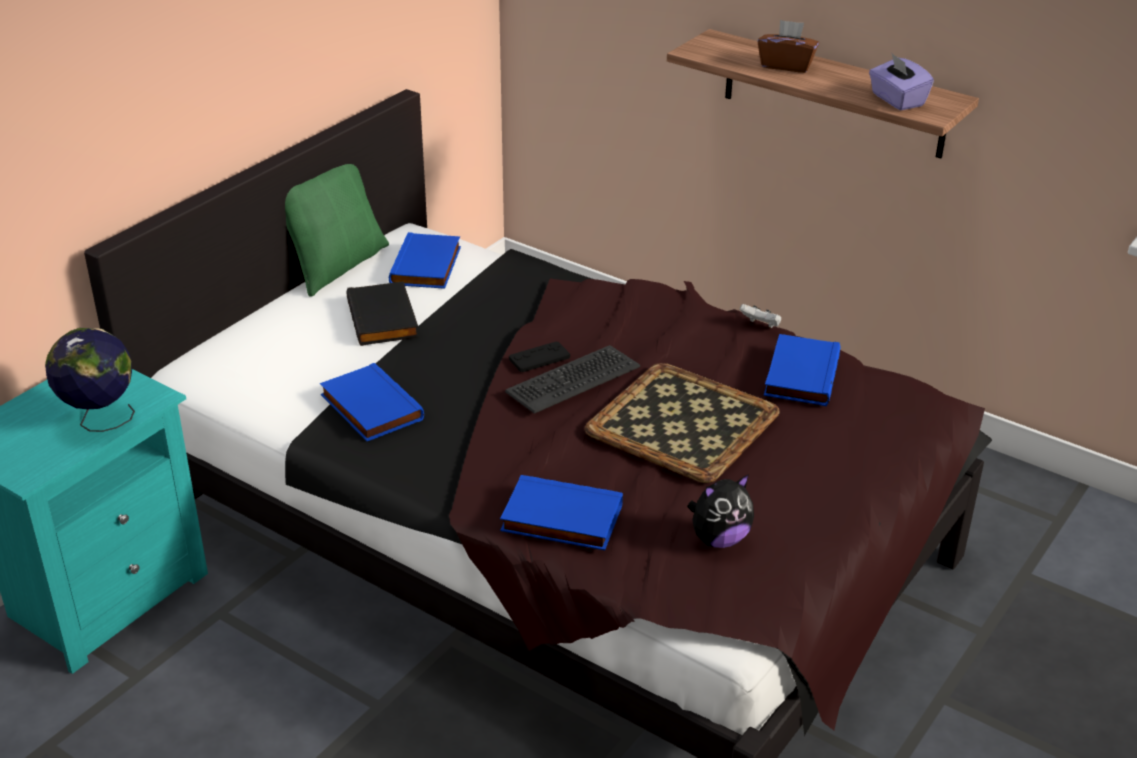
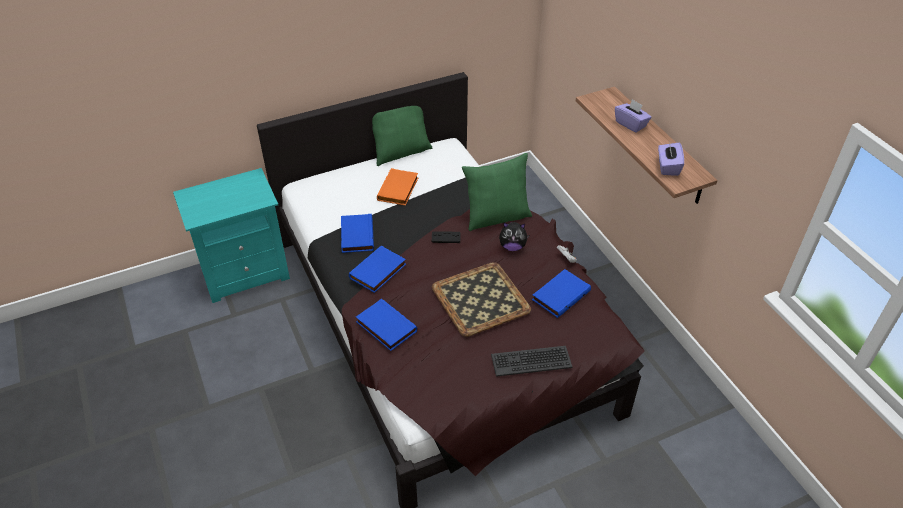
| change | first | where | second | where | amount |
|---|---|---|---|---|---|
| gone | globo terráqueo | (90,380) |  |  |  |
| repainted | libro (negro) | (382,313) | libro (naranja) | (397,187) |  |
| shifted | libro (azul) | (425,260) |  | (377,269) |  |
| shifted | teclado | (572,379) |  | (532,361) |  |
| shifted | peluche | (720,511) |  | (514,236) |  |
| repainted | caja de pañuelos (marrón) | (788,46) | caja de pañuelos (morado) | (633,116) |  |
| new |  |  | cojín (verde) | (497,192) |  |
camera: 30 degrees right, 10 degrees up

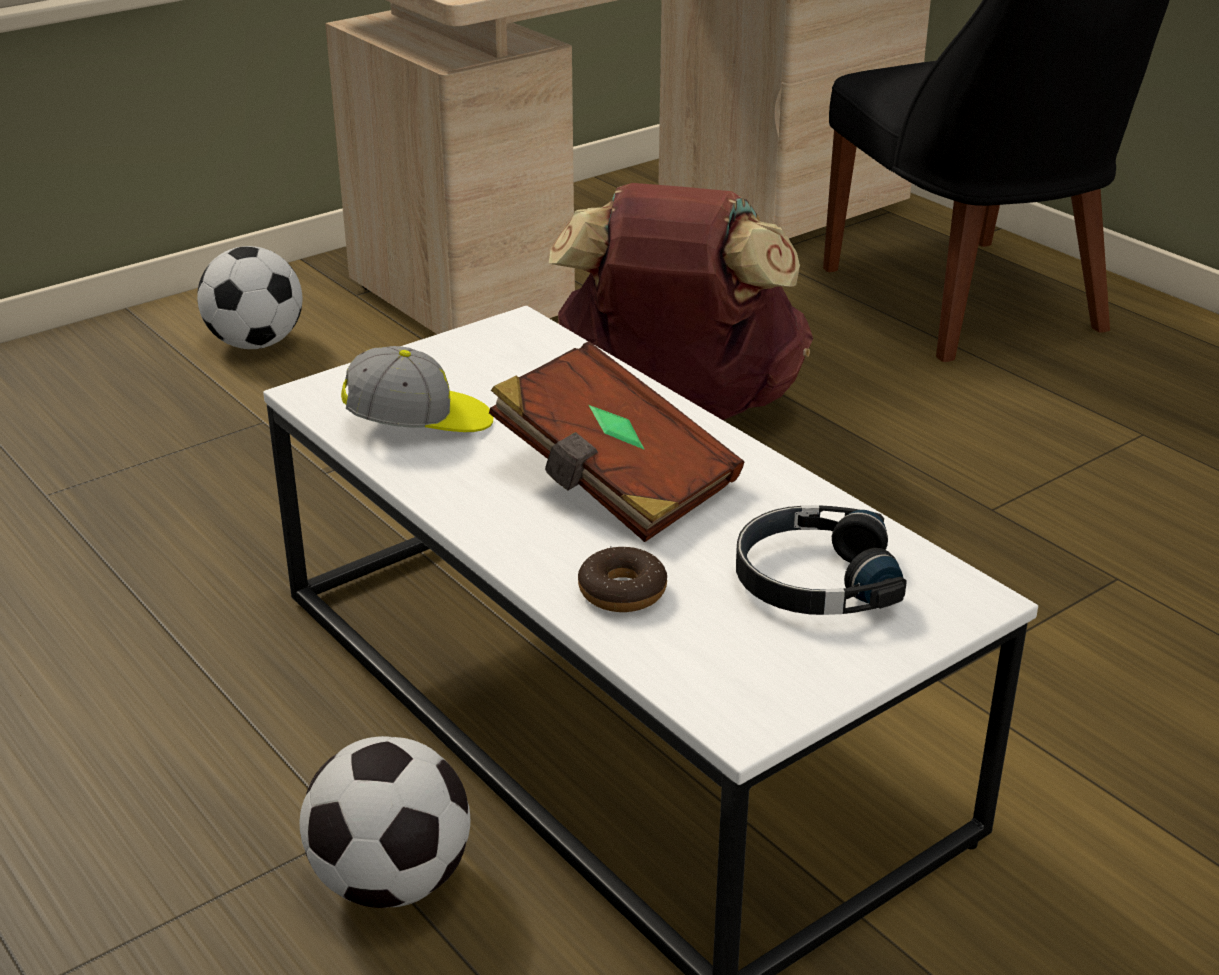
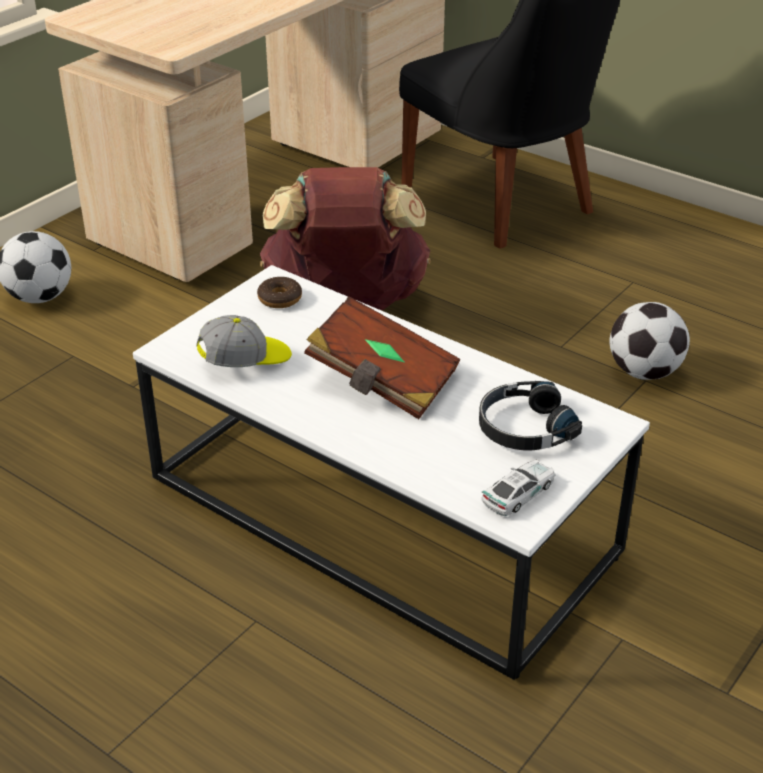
| change | first | where | second | where | amount |
|---|---|---|---|---|---|
| shifted | balón de fútbol | (385,822) |  | (649,341) |  |
| shifted | rosquilla | (622,579) |  | (279,292) |  |
| new |  |  | coche de juguete | (518,488) |  |
camera: 15 degrees left, 5 degrees up

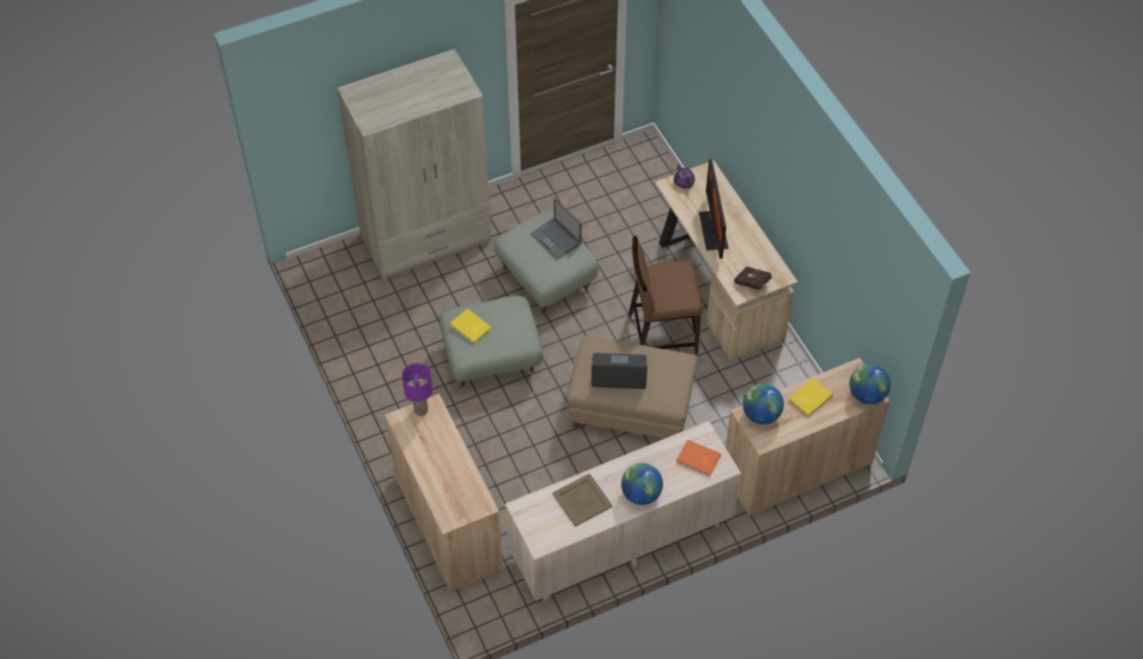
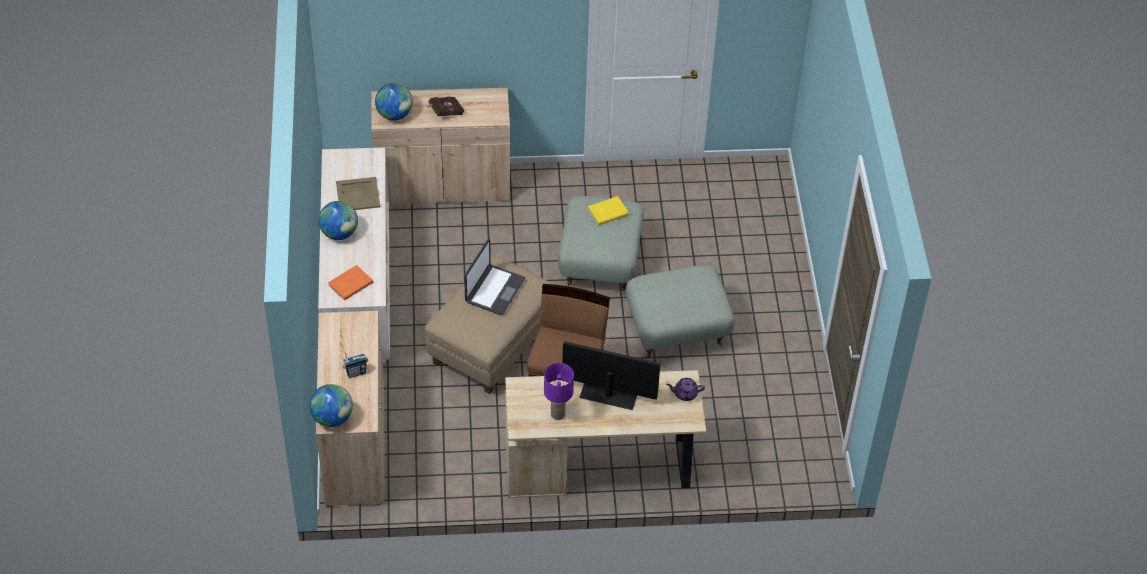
| change | first | where | second | where | amount |
|---|---|---|---|---|---|
| gone | armario ropero (beis) | (414,164) |  |  |  |
| shifted | lámpara de mesa (morado) | (417,389) |  | (559,391) |  |
| gone | portátil | (556,228) |  |  |  |
| shifted | libro (rojo) | (753,278) |  | (446,106) |  |
| shifted | globo terráqueo | (763,404) |  | (394,102) |  |
| swapped | libro (amarillo) | (810,397) | radio | (355,365) |  |
camera: 110 degrees right, 5 degrees down

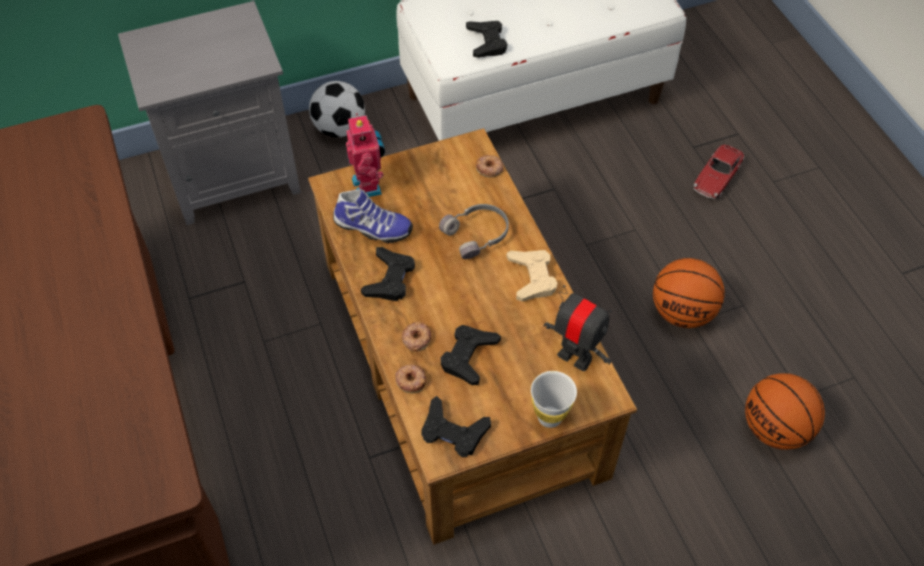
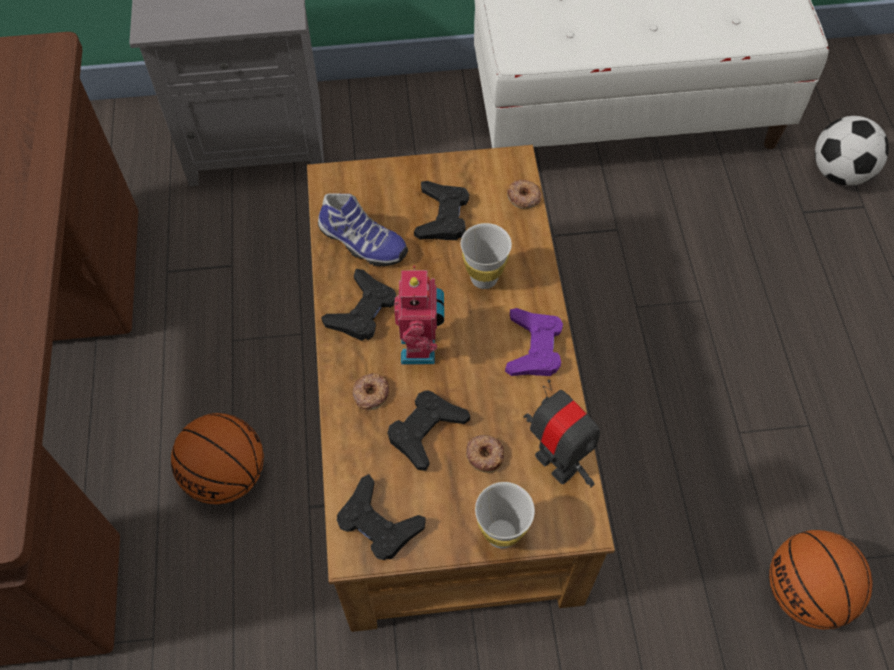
| change | first | where | second | where | amount |
|---|---|---|---|---|---|
| shifted | balón de fútbol | (337,109) |  | (852,151) |  |
| shifted | robot de juguete | (365,155) |  | (419,315) |  |
| shifted | rosquilla | (411,379) |  | (485,454) |  |
| swapped | auriculares (gris) | (474,231) | taza (blanco) | (486,256) |  |
| shifted | mando de consola (negro) | (486,39) |  | (441,210) |  |
| repainted | mando de consola (beis) | (531,275) | mando de consola (morado) | (534,342) |  |
| shifted | balón de baloncesto | (689,293) |  | (217,458) |  |
| gone | coche de juguete | (719,171) |  |  |  |
camera: 15 degrees right, 5 degrees up

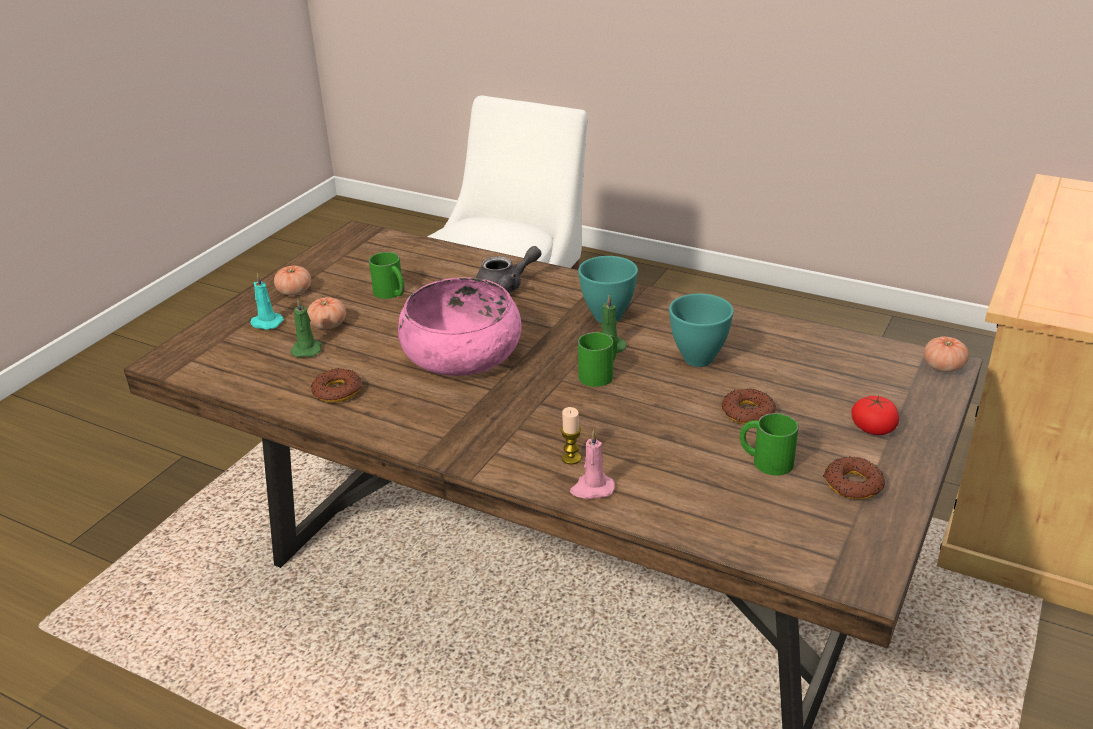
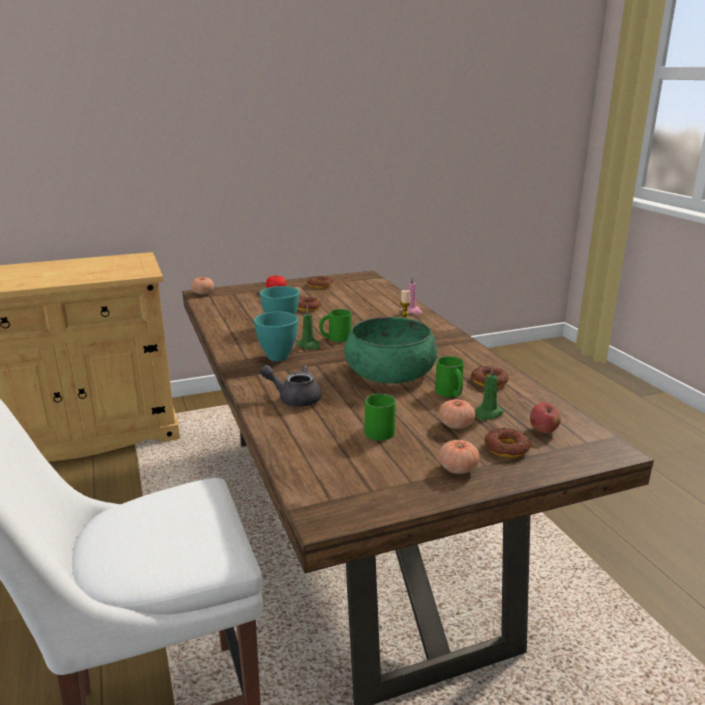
| change | first | where | second | where | amount |
|---|---|---|---|---|---|
| swapped | vela (turquesa) | (267,301) | rosquilla | (508,443) |  |
| repainted | cuenco (rosa) | (459,326) | cuenco (verde) | (390,350) |  |
| shifted | taza grande (verde) | (769,444) |  | (449,376) |  |
| new |  |  | manzana | (545,417) |  |
camera: 140 degrees left, 10 degrees down

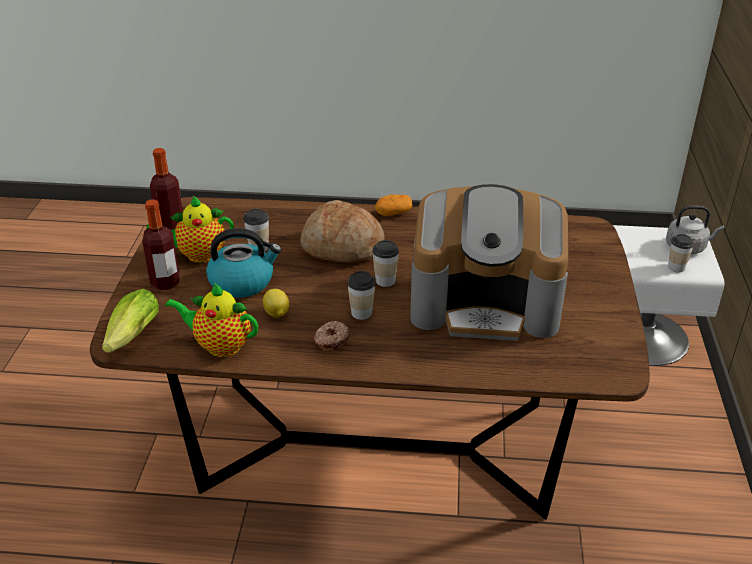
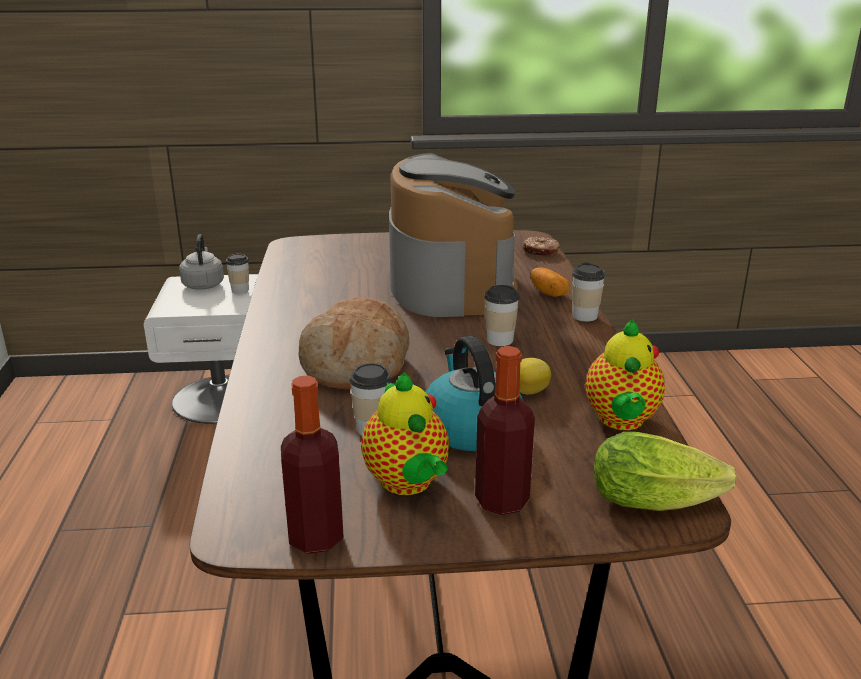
| change | first | where | second | where | amount |
|---|---|---|---|---|---|
| shifted | rosquilla | (332,336) |  | (541,246) |  |
| shifted | taza | (385,263) |  | (588,292) |  |
| shifted | patata | (393,205) |  | (550,282) |  |
camera: 100 degrees left, 10 degrees down

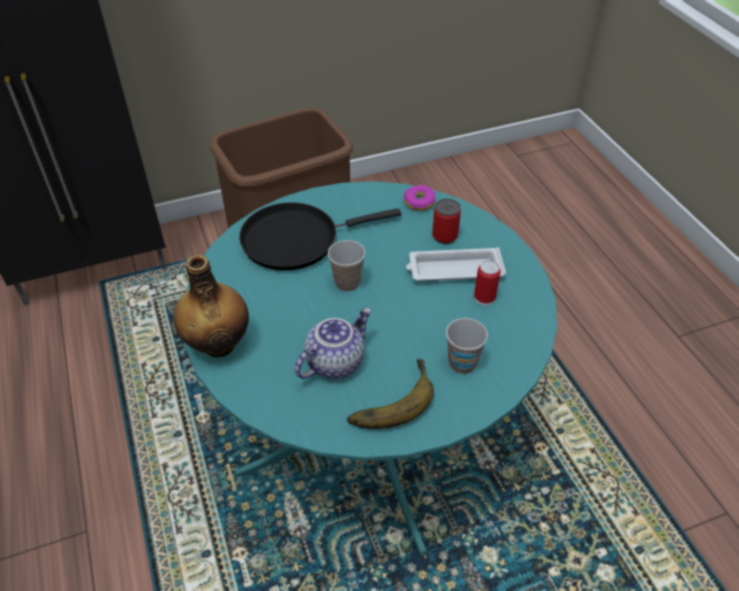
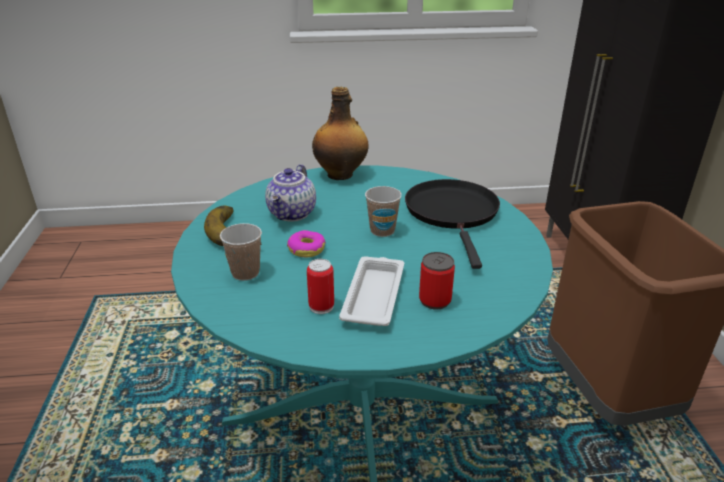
| change | first | where | second | where | amount |
|---|---|---|---|---|---|
| rotated | tetera | (333,343) |  | (290,193) | 45 degrees clockwise |
| shifted | rosquilla | (420,198) |  | (306,243) |  |
camera: 105 degrees right, 15 degrees down

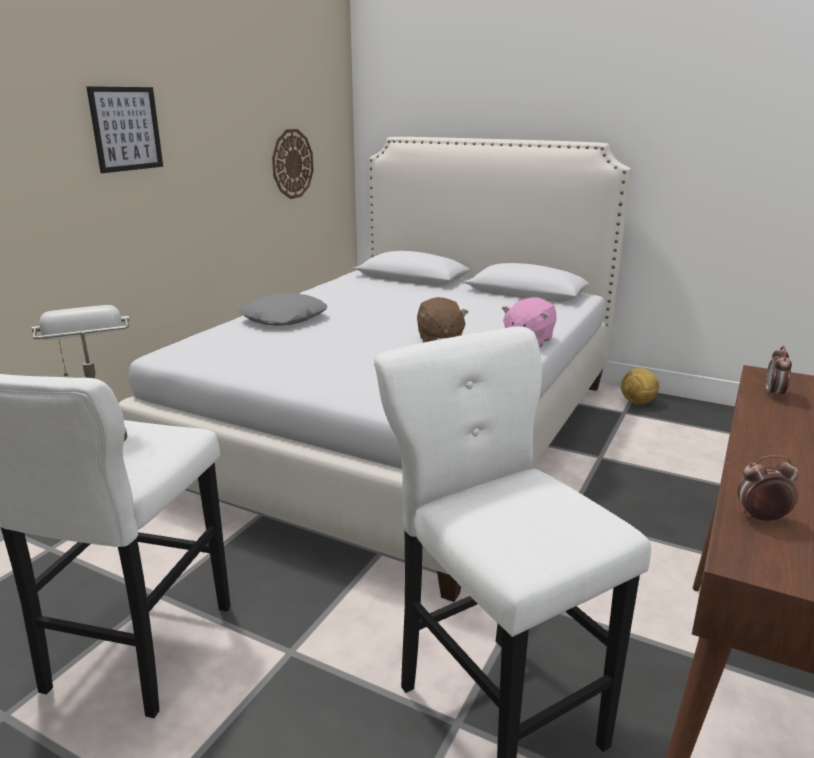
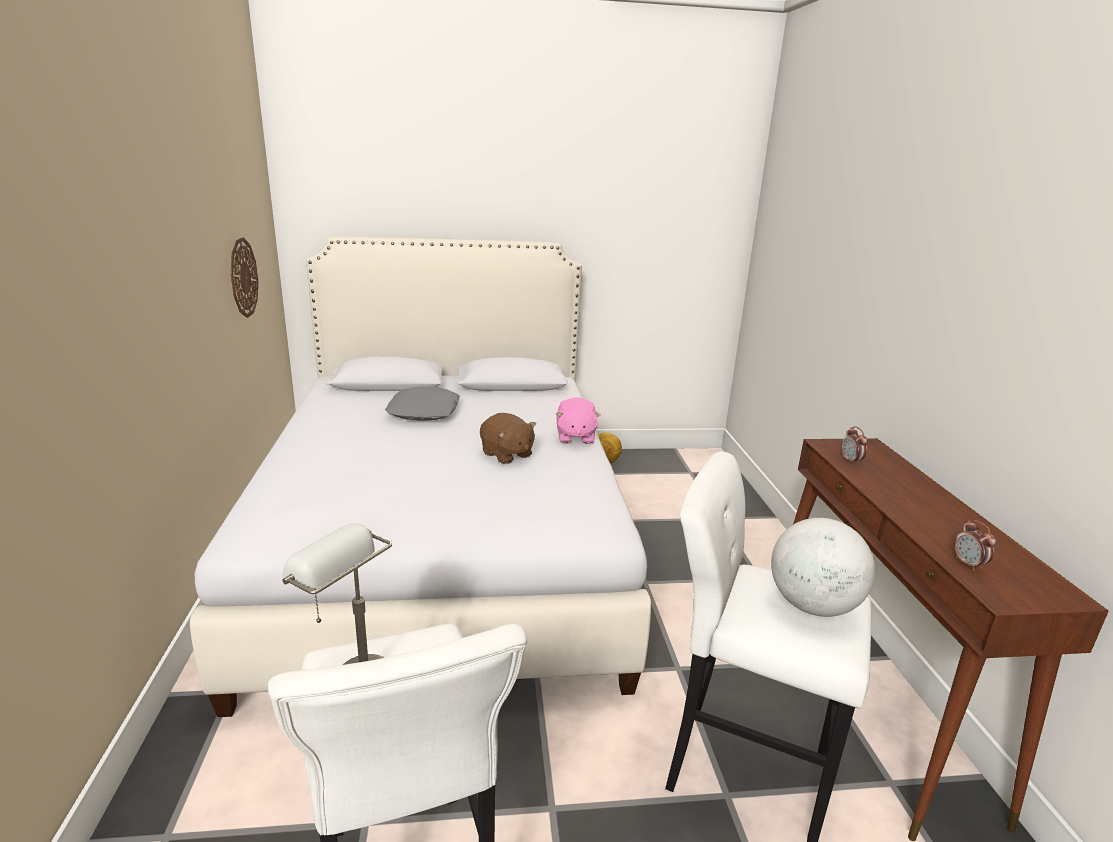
| change | first | where | second | where | amount |
|---|---|---|---|---|---|
| gone | cuadro | (124,129) |  |  |  |
| shifted | cojín (gris) | (283,309) |  | (422,404) |  |
| rotated | despertador | (768,488) |  | (975,545) | 75 degrees counterclockwise |
| new |  |  | globo terráqueo | (823,567) |  |
camera: 35 degrees left, 0 degrees up

